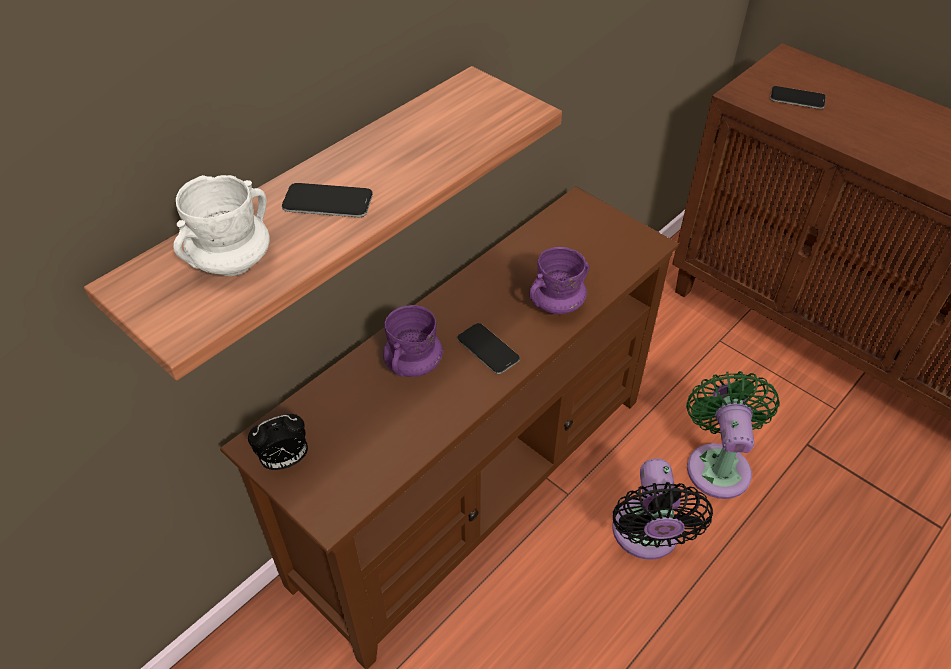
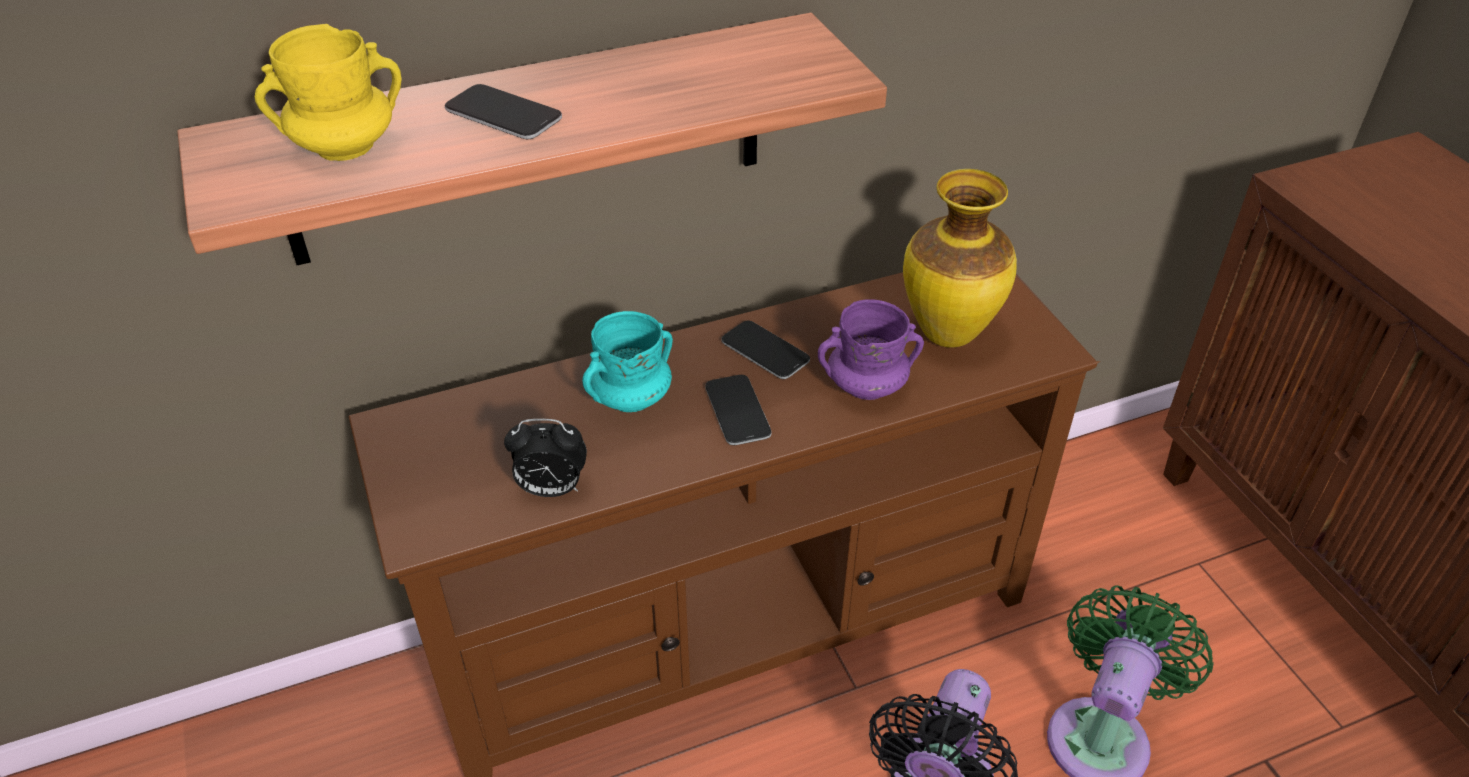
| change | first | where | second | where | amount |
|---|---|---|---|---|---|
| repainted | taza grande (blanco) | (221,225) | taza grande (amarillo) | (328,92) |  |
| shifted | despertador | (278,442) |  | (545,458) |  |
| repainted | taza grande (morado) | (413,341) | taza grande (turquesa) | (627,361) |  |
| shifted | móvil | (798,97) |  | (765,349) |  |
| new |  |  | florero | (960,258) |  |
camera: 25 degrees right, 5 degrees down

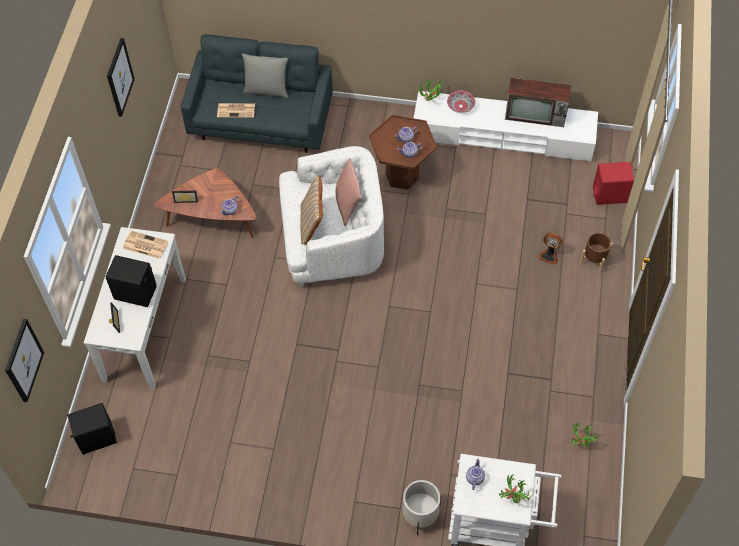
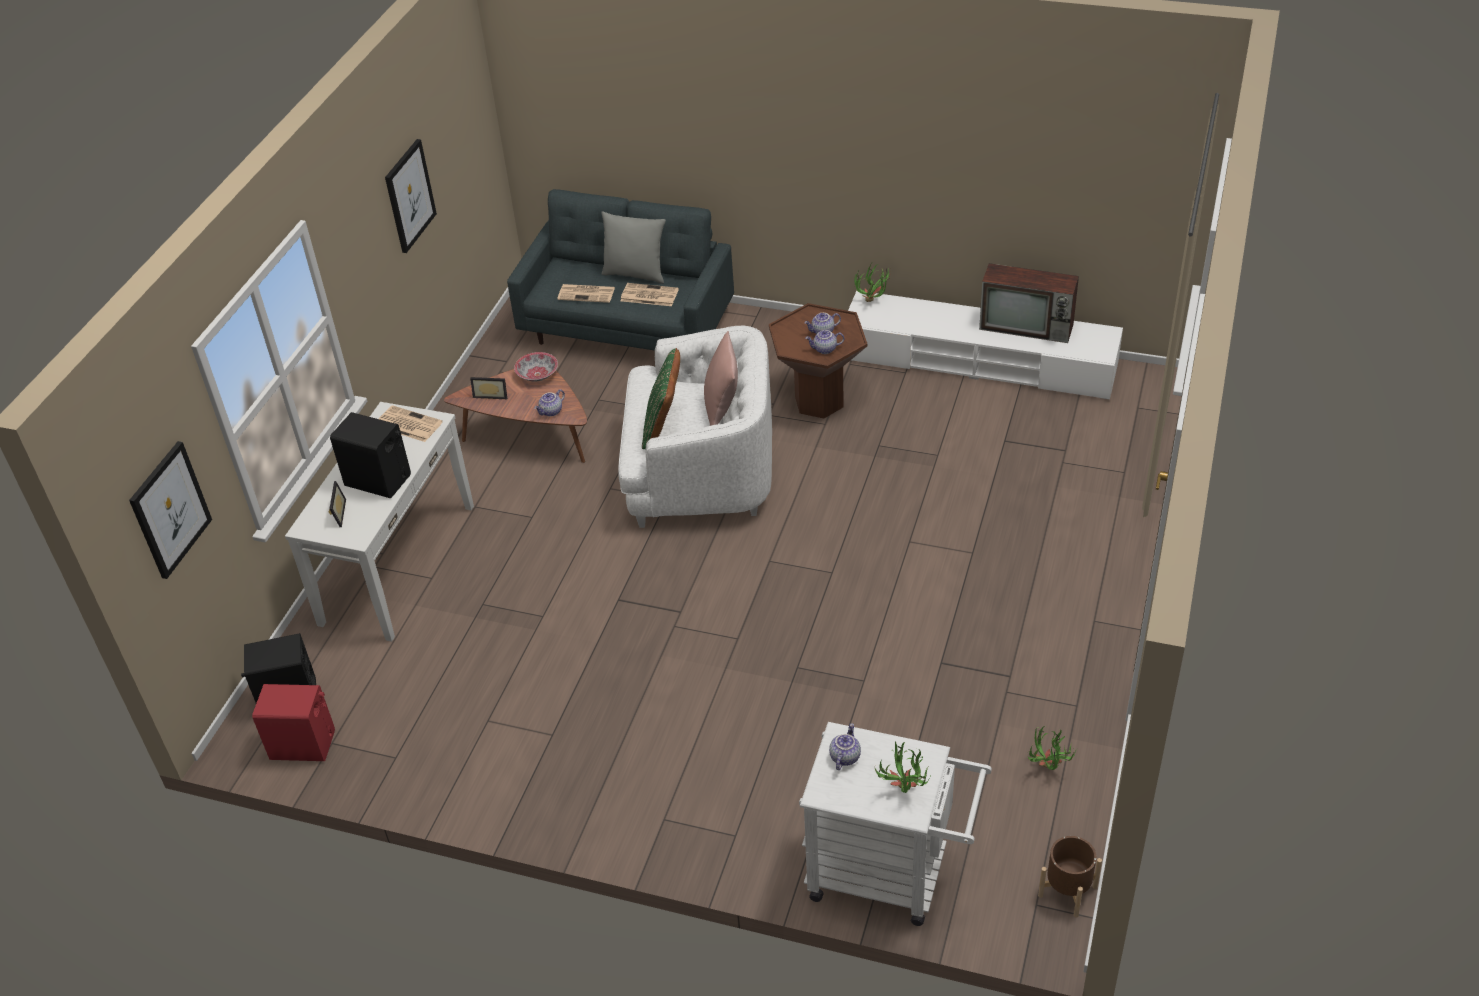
| change | first | where | second | where | amount |
|---|---|---|---|---|---|
| repainted | cojín (beis) | (311,210) | cojín (verde) | (661,398) |  |
| gone | maceta (blanco) | (422,507) |  |  |  |
| shifted | cuenco | (461,102) |  | (536,367) |  |
| gone | ventilador | (550,249) |  |  |  |
| shifted | maceta (marrón) | (596,253) |  | (1070,876) |  |
| shifted | altavoz (rojo) | (613,183) |  | (293,722) |  |
| new |  |  | periódico | (649,294) |  |
camera: 10 degrees right, 15 degrees down

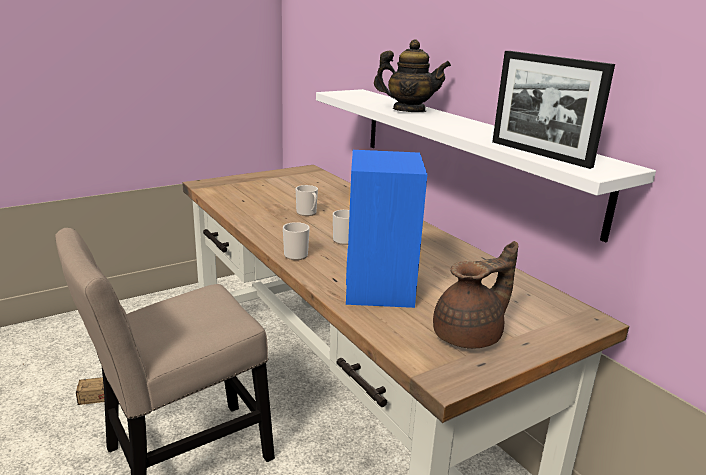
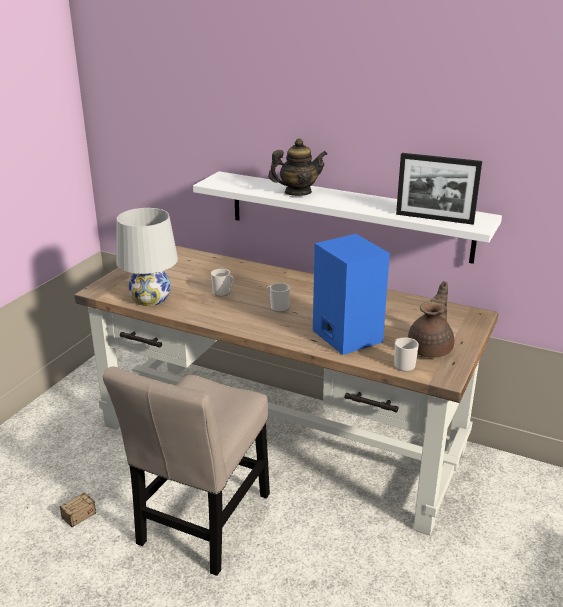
| change | first | where | second | where | amount |
|---|---|---|---|---|---|
| shifted | taza grande | (296,241) |  | (406,355) |  |
| new |  |  | lámpara de mesa (blanco) | (147,257) |  |
camera: 30 degrees left, 5 degrees up

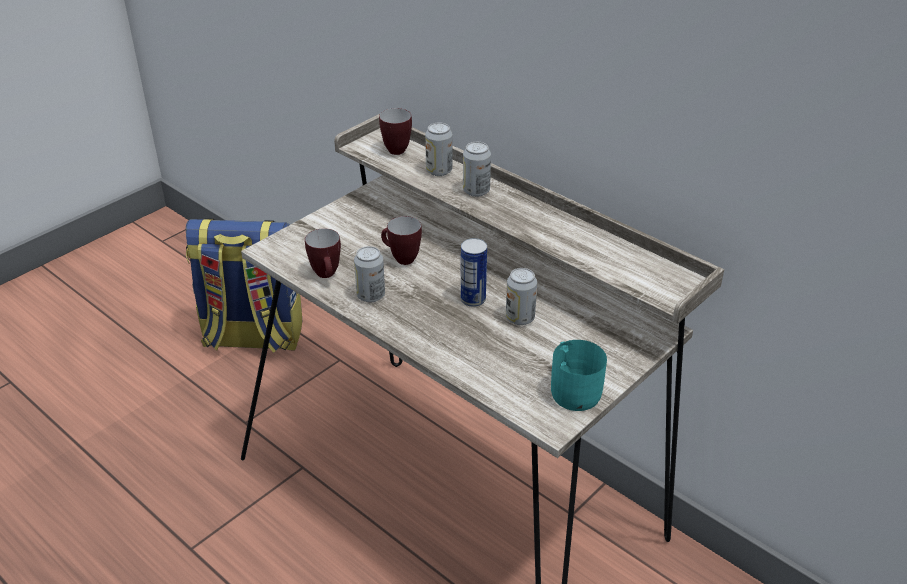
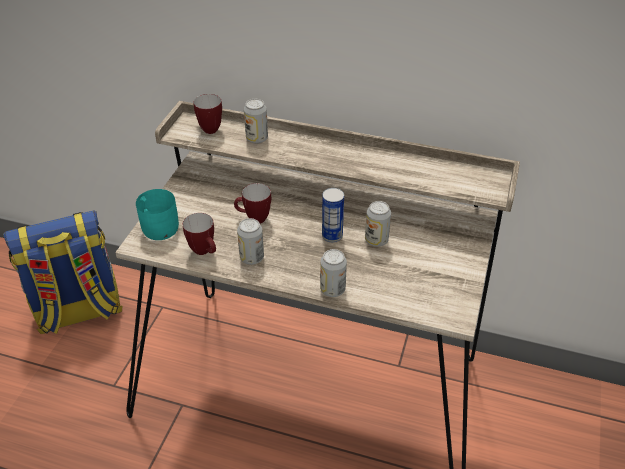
| change | first | where | second | where | amount |
|---|---|---|---|---|---|
| shifted | lata | (477,169) |  | (333,273) |  |
| shifted | taza grande (turquesa) | (579,375) |  | (157,214) |  |
camera: 25 degrees left, 5 degrees up

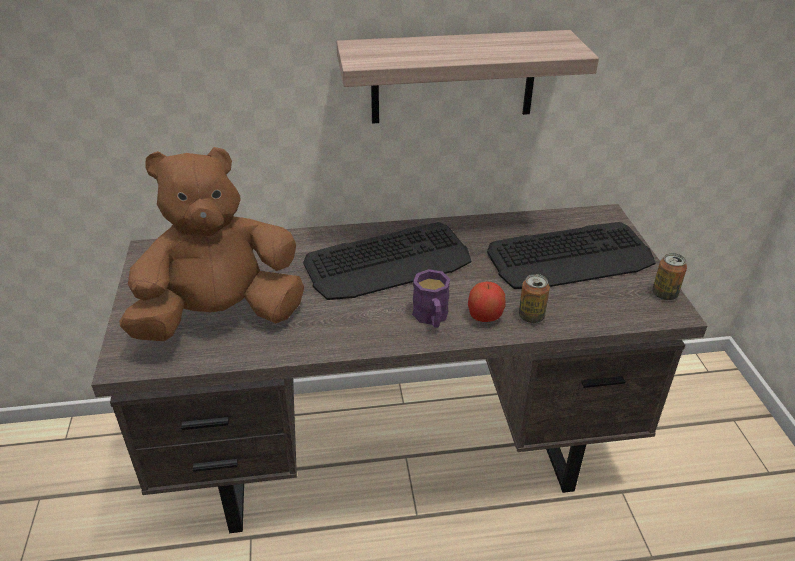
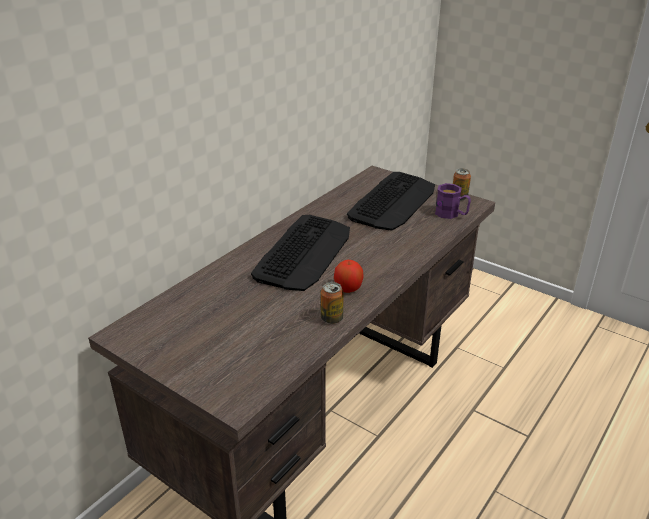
| change | first | where | second | where | amount |
|---|---|---|---|---|---|
| gone | peluche (marrón) | (211,244) |  |  |  |
| gone | estante | (468,77) |  |  |  |
| shifted | taza grande (morado) | (431,298) |  | (453,201) |  |
| shifted | manzana | (486,302) |  | (349,276) |  |
| shifted | lata | (534,298) |  | (332,303) |  |
camera: 45 degrees left, 5 degrees down

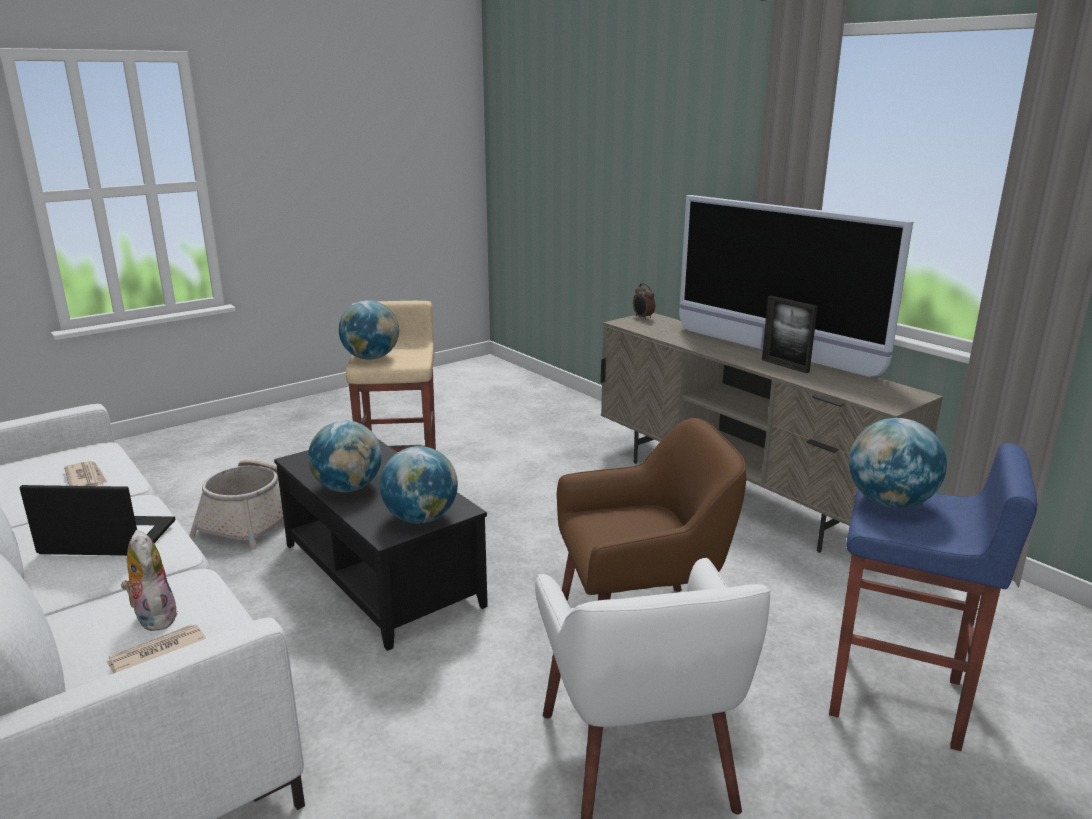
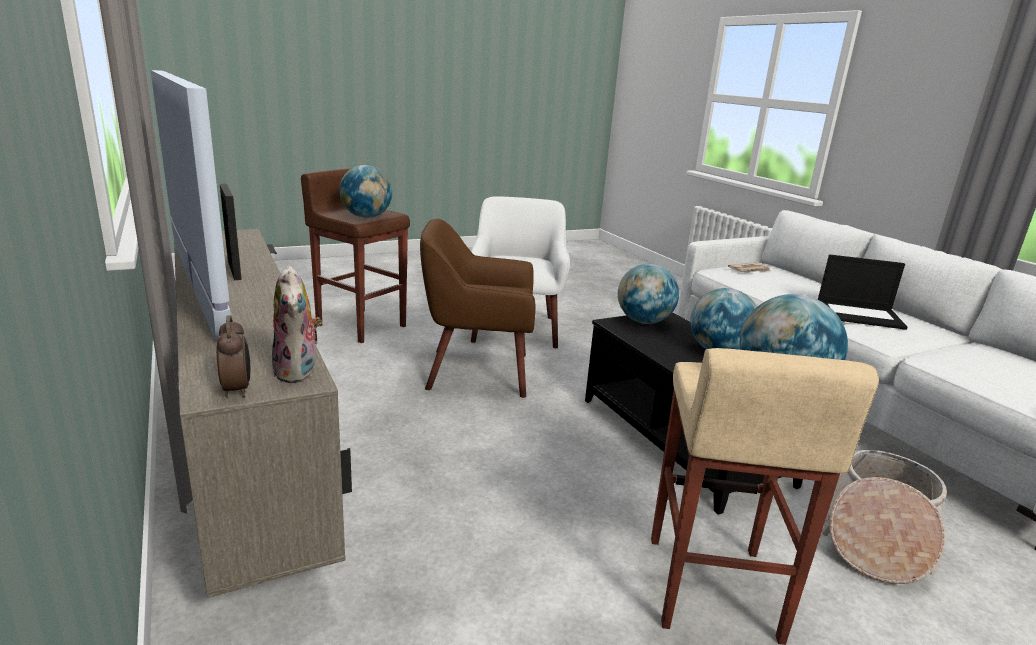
| change | first | where | second | where | amount |
|---|---|---|---|---|---|
| gone | periódico | (85,473) |  |  |  |
| shifted | peluche | (149,580) |  | (297,324) |  |
| repainted | taburete (azul) | (933,597) | taburete (marrón) | (355,255) |  |
camera: 170 degrees left, 0 degrees up

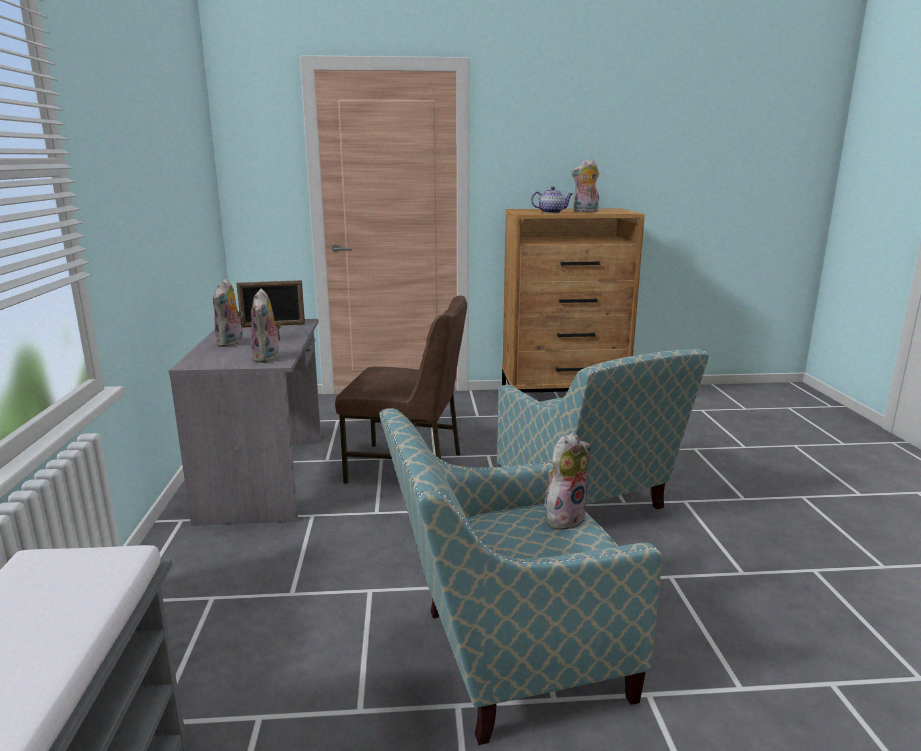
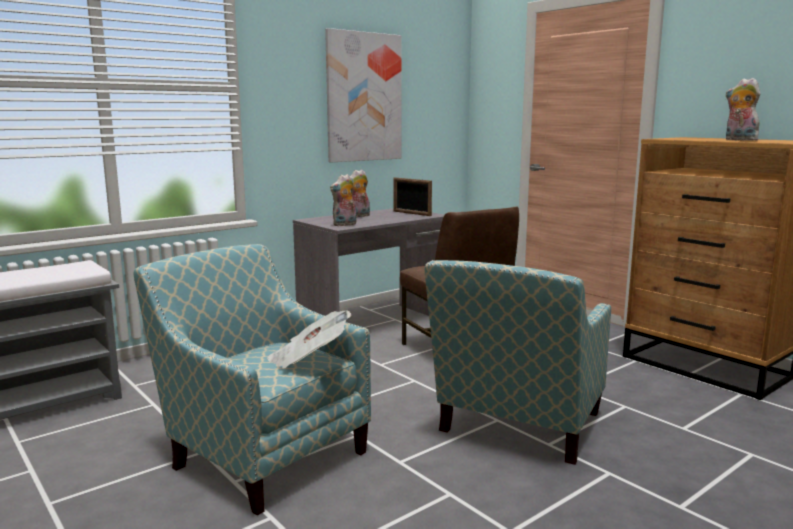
| change | first | where | second | where | amount |
|---|---|---|---|---|---|
| gone | tetera | (552,200) |  |  |  |
| swapped | peluche | (567,481) | periódico | (309,339) |  |
| new |  |  | cuadro | (363,95) |  |
camera: 55 degrees right, 5 degrees down

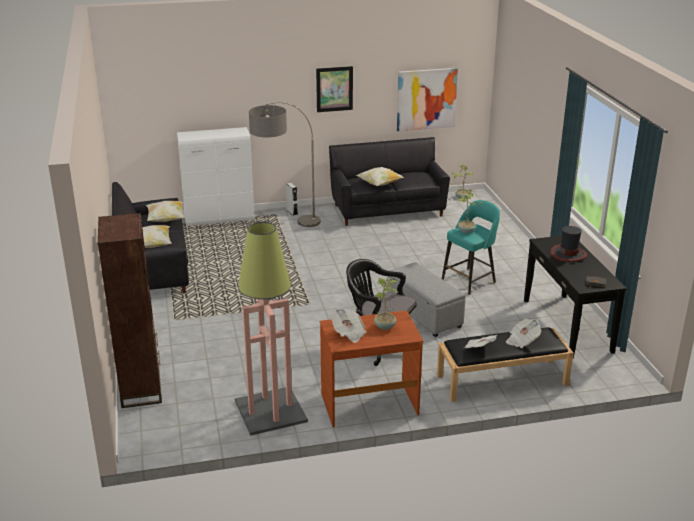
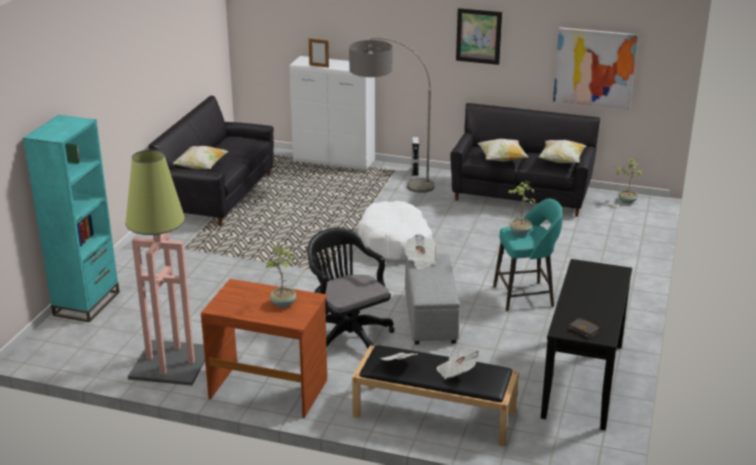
| change | first | where | second | where | amount |
|---|---|---|---|---|---|
| repainted | estantería (marrón) | (130,310) | estantería (turquesa) | (71,218) |  |
| shifted | cojín | (165,211) |  | (562,151) |  |
| shifted | periódico | (349,325) |  | (420,251) |  |
| gone | sombrero | (569,244) |  |  |  |
| new |  |  | portarretratos | (319,53) |  |
| new |  |  | cama para perro (blanco) | (395,231) |  |
camera: 30 degrees right, 0 degrees up

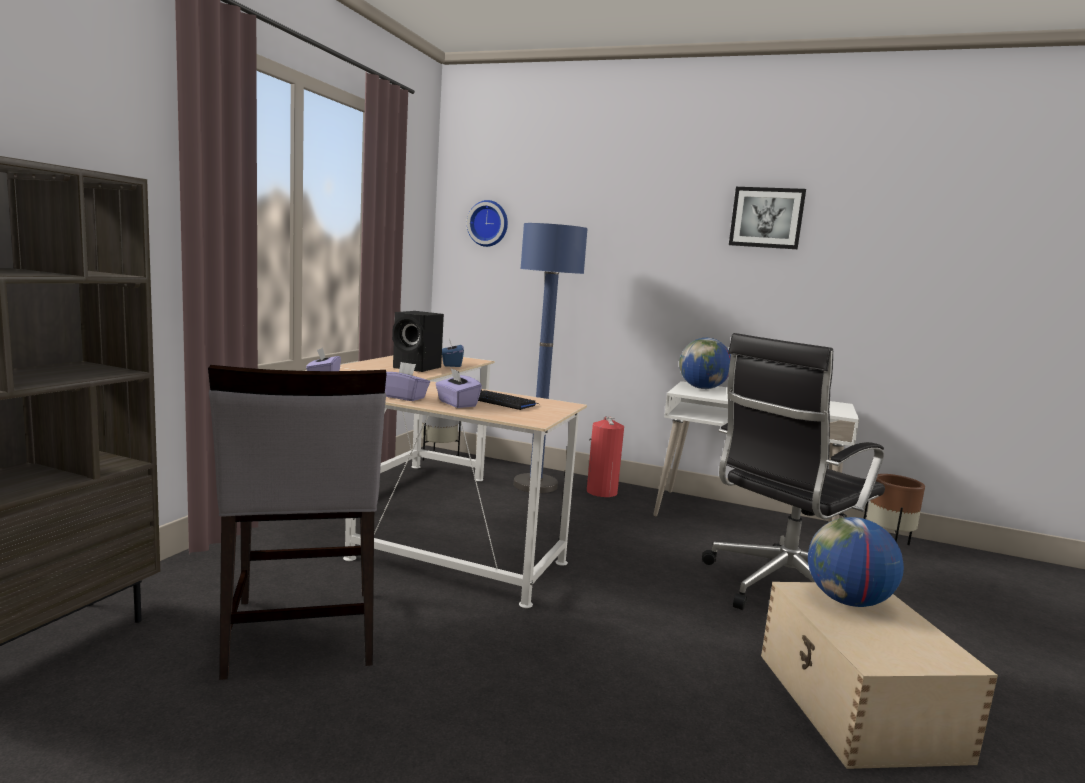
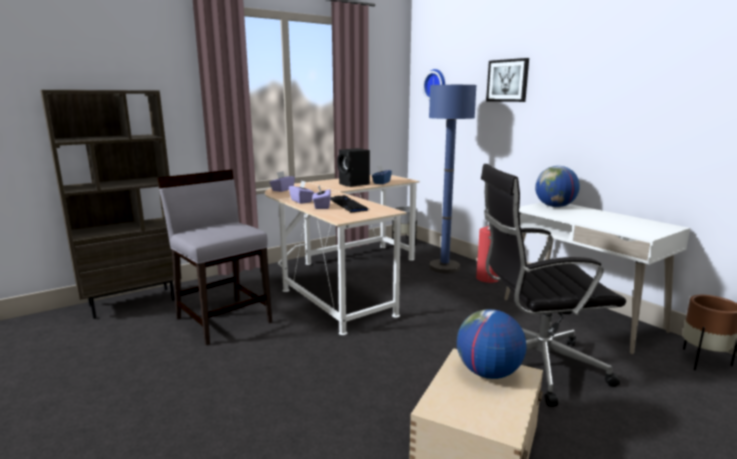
| change | first | where | second | where | amount |
|---|---|---|---|---|---|
| rotated | silla (gris) | (297,522) |  | (214,257) | 120 degrees clockwise |
| shifted | cuadro | (767,218) |  | (507,80) |  |
camera: 35 degrees right, 5 degrees up

